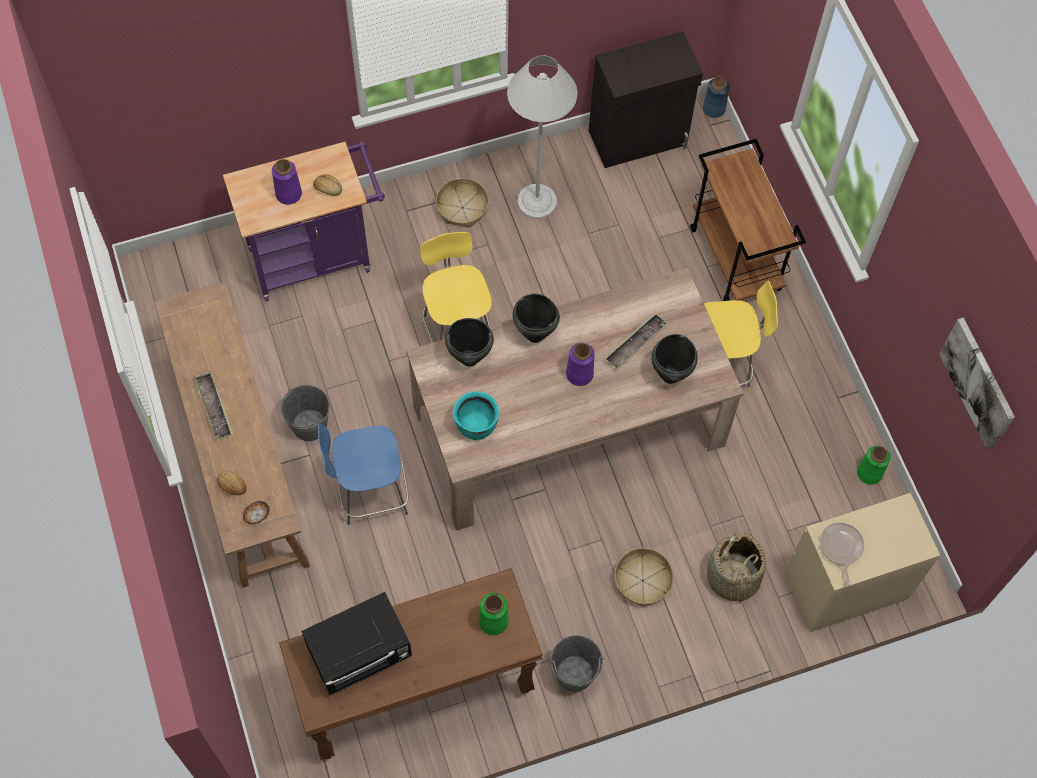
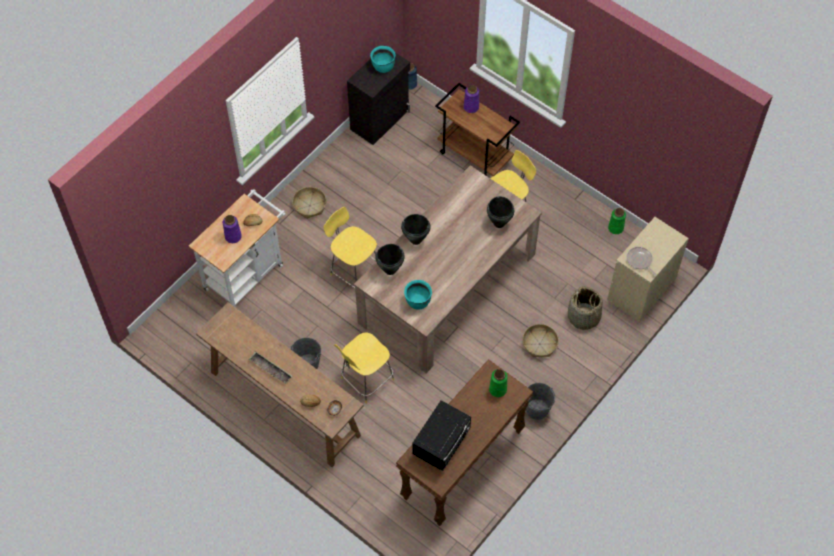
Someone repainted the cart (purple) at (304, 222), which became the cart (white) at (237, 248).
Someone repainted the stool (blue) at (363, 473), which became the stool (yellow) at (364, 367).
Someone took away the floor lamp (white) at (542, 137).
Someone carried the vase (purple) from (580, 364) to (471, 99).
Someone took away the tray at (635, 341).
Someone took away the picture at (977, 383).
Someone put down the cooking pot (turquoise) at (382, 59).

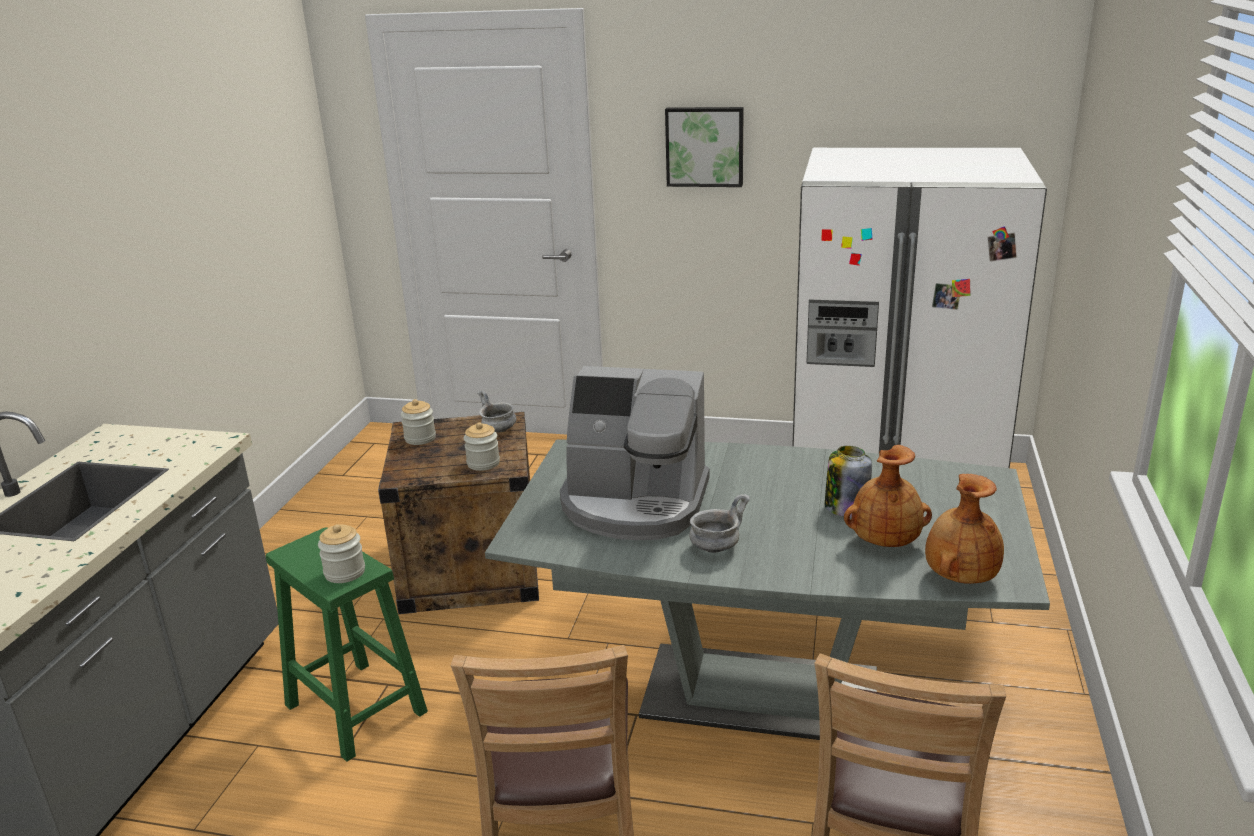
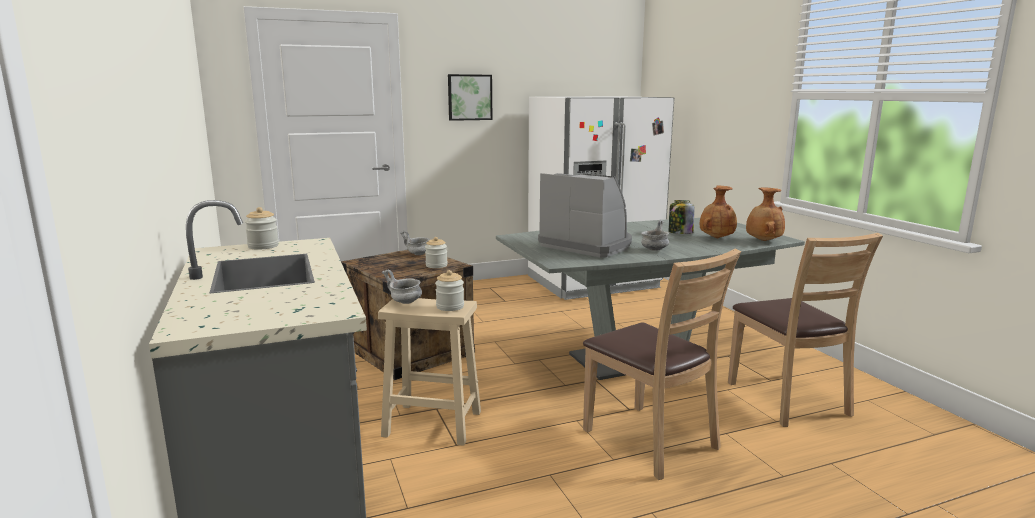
Someone repainted the stool (green) at (347, 644), which became the stool (beige) at (429, 372).
Someone carried the jar from (418, 422) to (262, 228).
Someone rotated the coffee machine at (635, 453) by 120 degrees counterclockwise.
Someone put down the bowl (grey) at (402, 286).

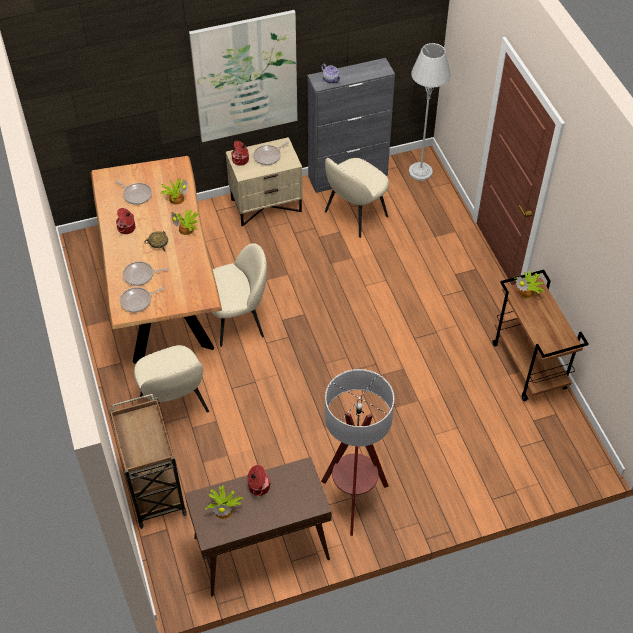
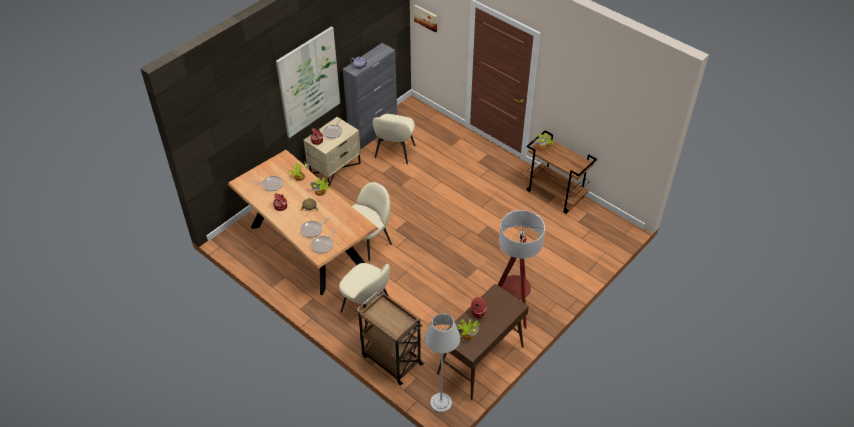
Someone carried the floor lamp (grey) from (430, 112) to (443, 363).
Someone put up the picture at (425, 18).

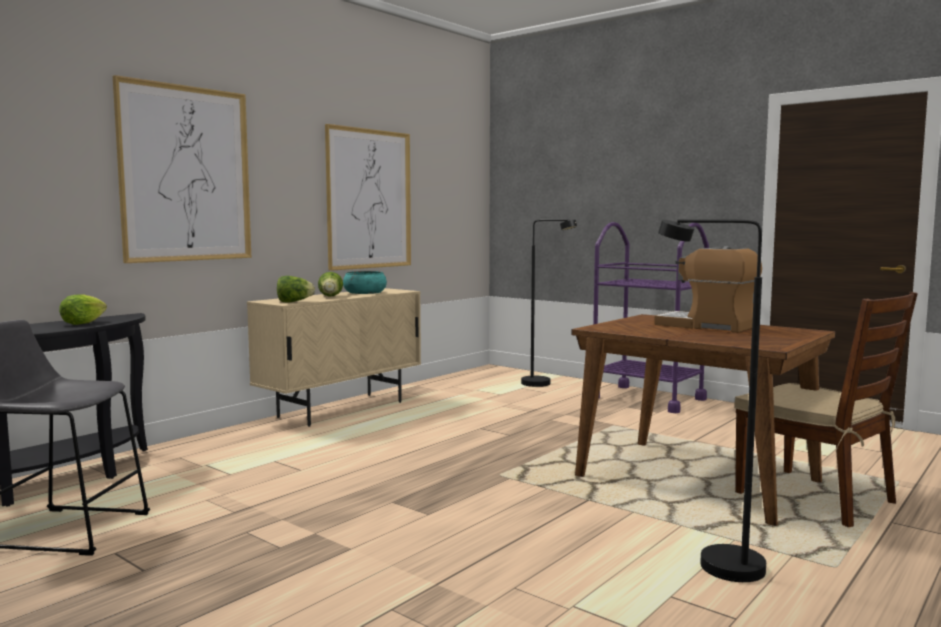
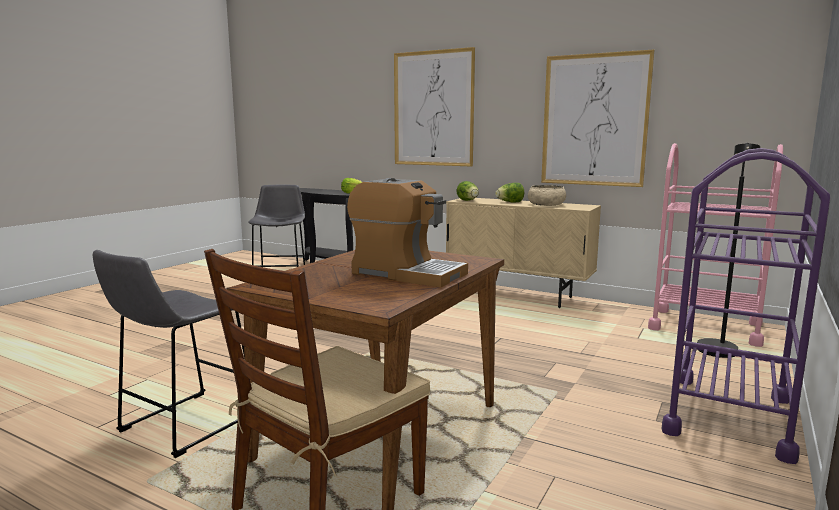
Someone repainted the bowl (turquoise) at (365, 282), which became the bowl (beige) at (547, 195).
Someone rotated the coffee machine at (708, 289) by 90 degrees clockwise.
Someone swapped the floor lamp (black) at (712, 400) for the stool (grey) at (168, 354).
Someone put down the cart (pink) at (715, 245).

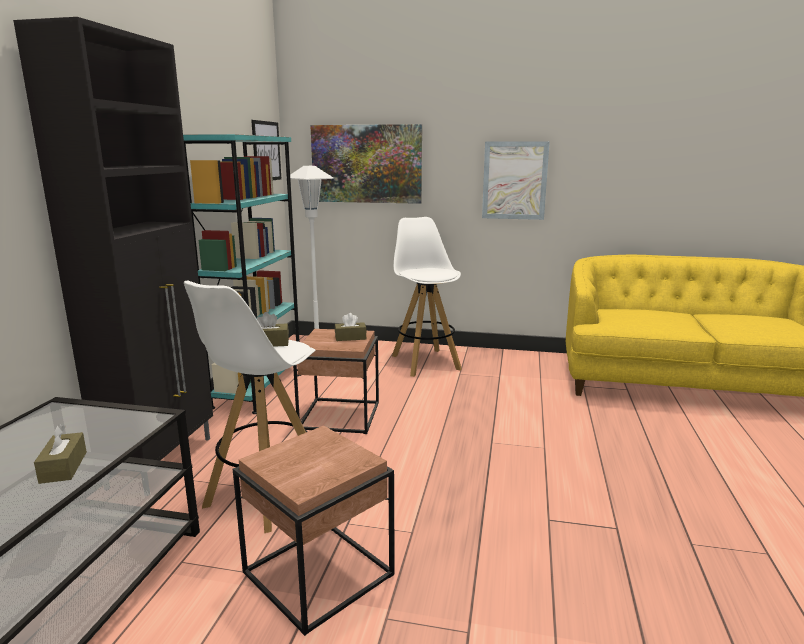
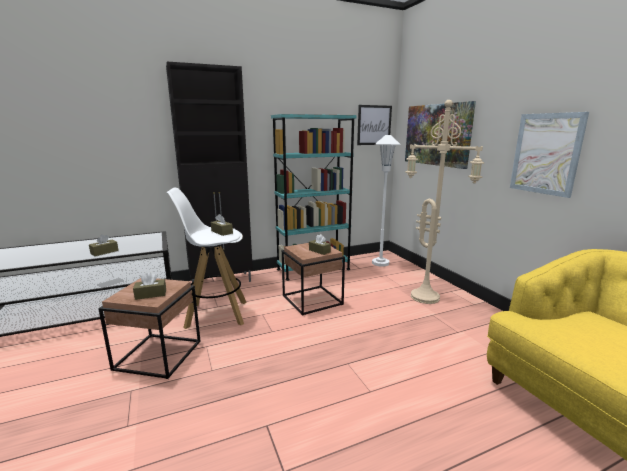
Someone swapped the stool (white) at (427, 297) for the floor lamp (beige) at (444, 202).
Someone put down the tissue box (brown) at (149, 286).

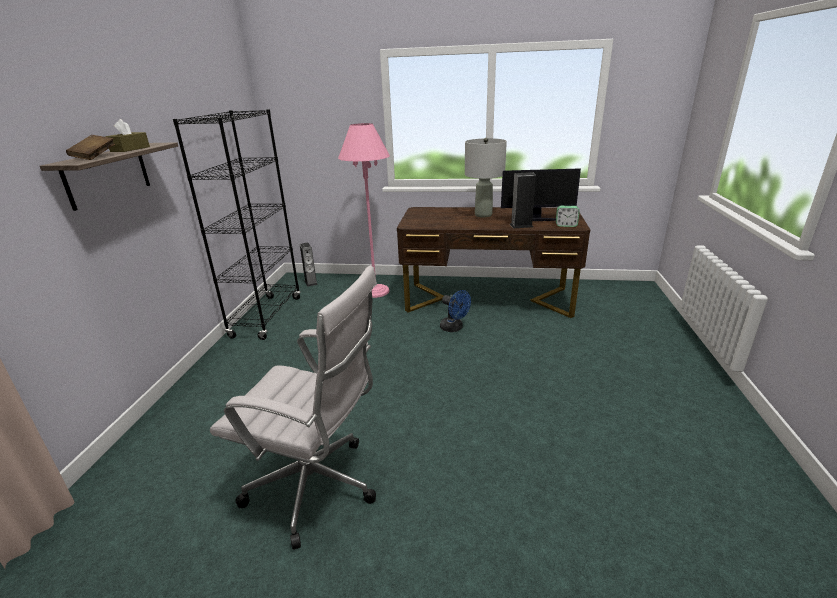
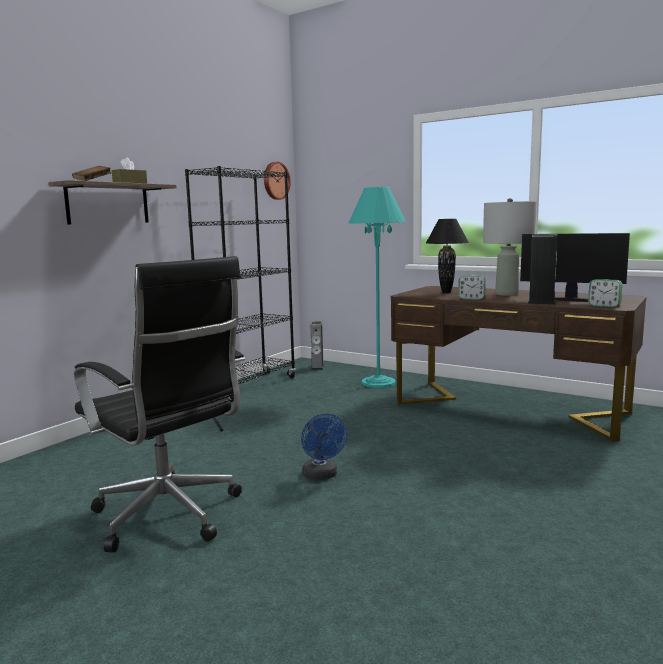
Someone repainted the office chair (white) at (293, 408), which became the office chair (black) at (159, 404).
Someone repainted the floor lamp (pink) at (364, 210), which became the floor lamp (turquoise) at (377, 287).
Someone carried the fan (blue) from (455, 311) to (324, 446).
Someone put up the wall clock at (277, 181).
Someone put down the table lamp (black) at (447, 256).
Someone put down the alarm clock at (471, 287).

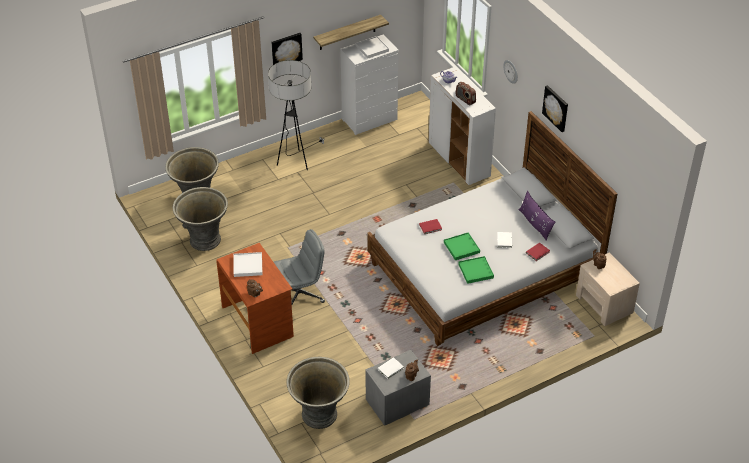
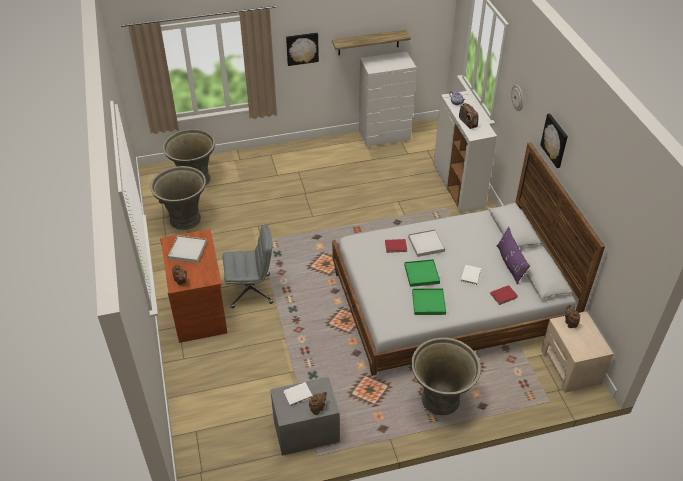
Someone took away the floor lamp at (296, 115).
Someone carried the planter (grey) from (318, 393) to (446, 376).
Someone carried the tray (white) from (372, 47) to (426, 243).

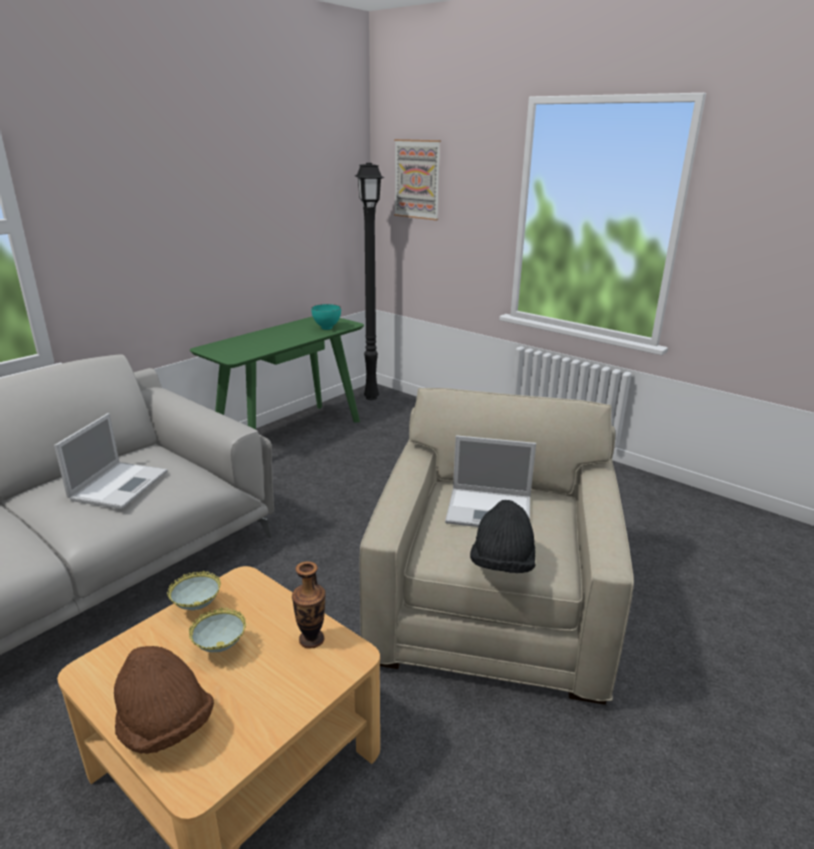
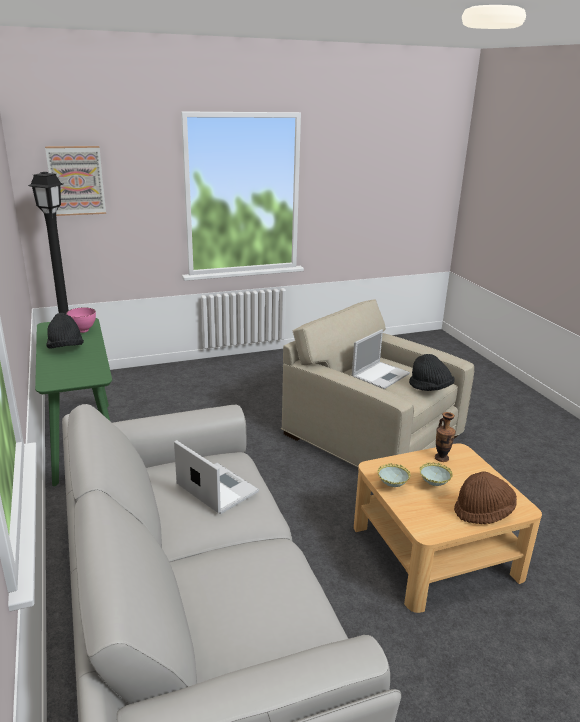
Someone repainted the bowl (turquoise) at (326, 317), which became the bowl (pink) at (81, 320).
Someone put down the hat (black) at (65, 331).

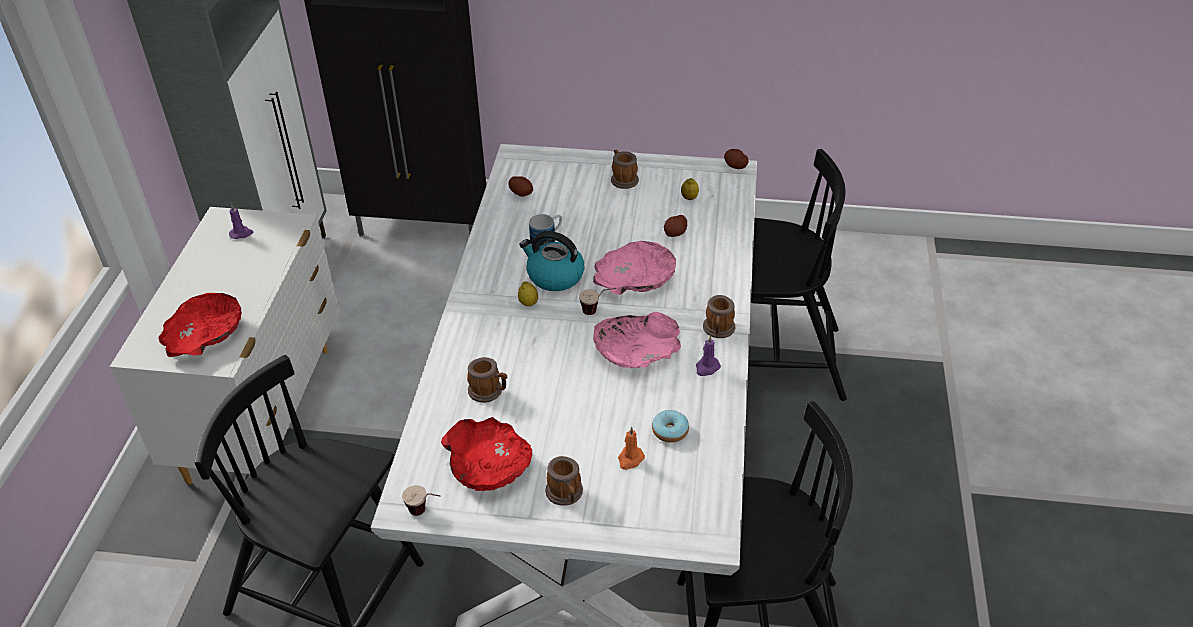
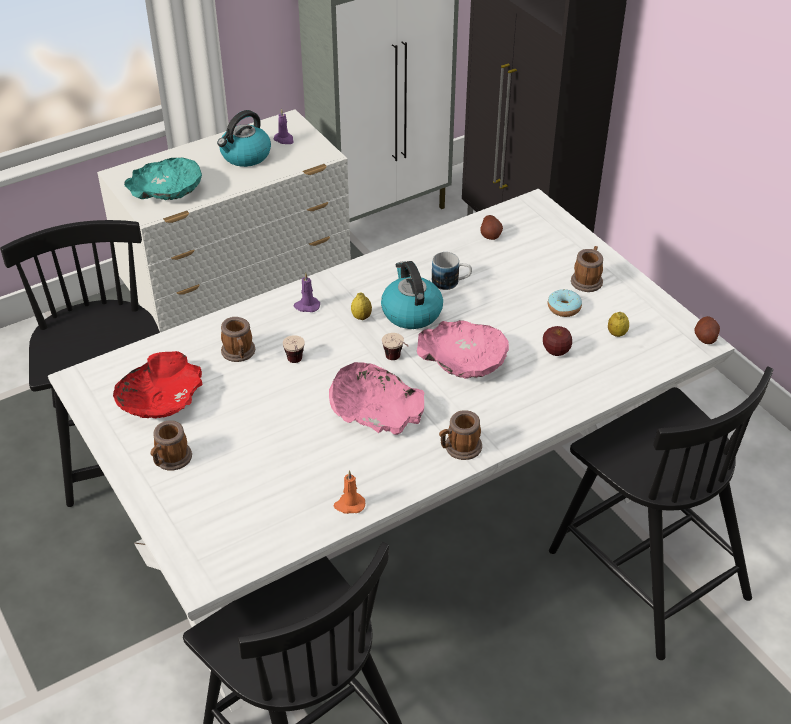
Someone repainted the bowl (red) at (200, 325), which became the bowl (turquoise) at (163, 179).
Someone carried the cup from (421, 500) to (294, 349).
Someone carried the candle (orange) from (631, 448) to (349, 492).
Someone carried the donut from (670, 426) to (565, 303).
Someone swapped the potato at (675, 226) for the apple at (557, 341).
Someone carried the candle (purple) from (708, 355) to (306, 292).
Someone put down the kettle at (244, 138).

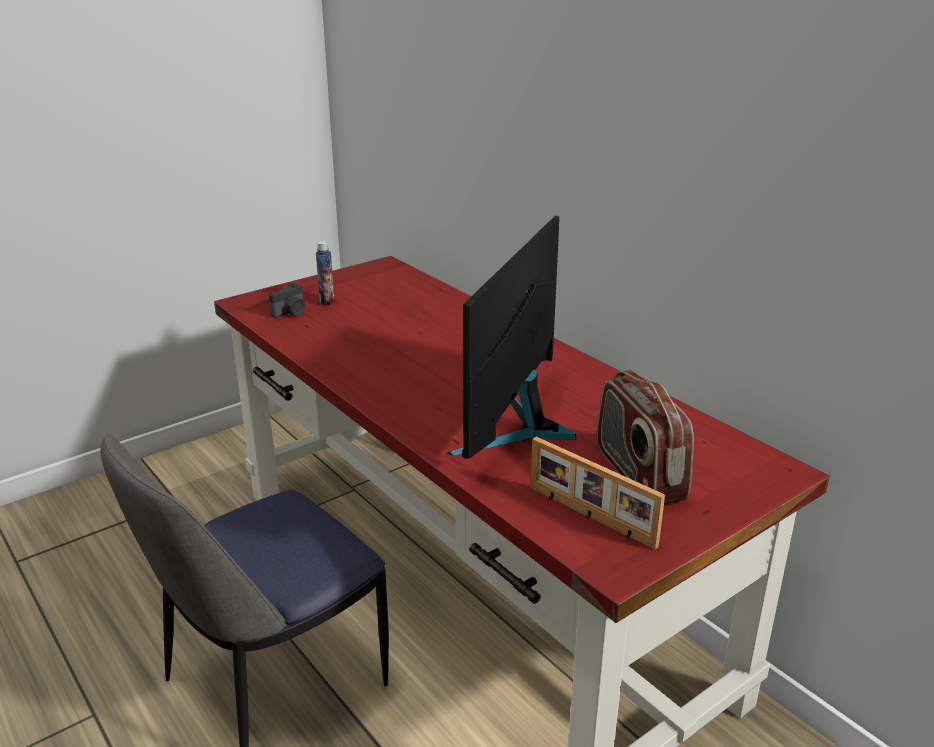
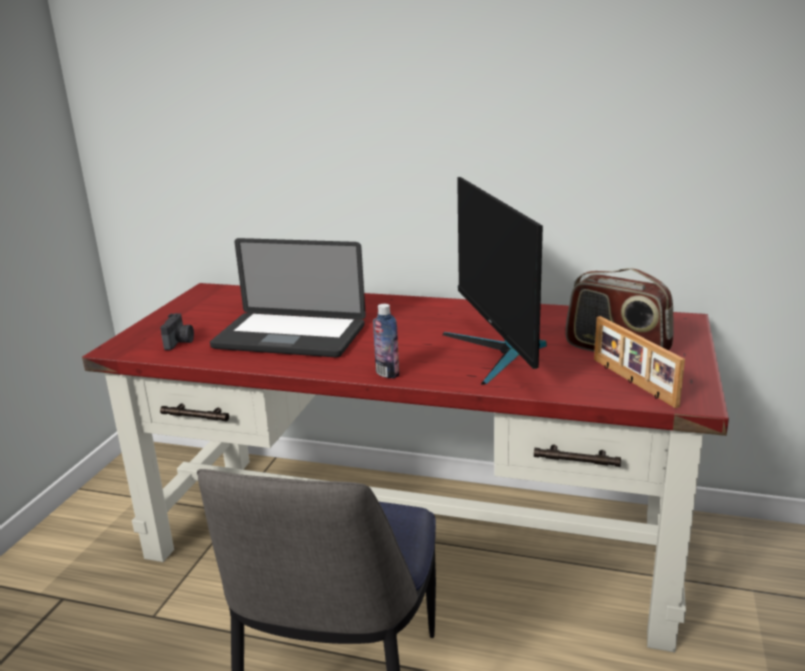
Someone carried the bottle from (325, 273) to (386, 341).
Someone rotated the picture frame at (597, 493) by 60 degrees clockwise.
Someone put down the laptop at (288, 297).

